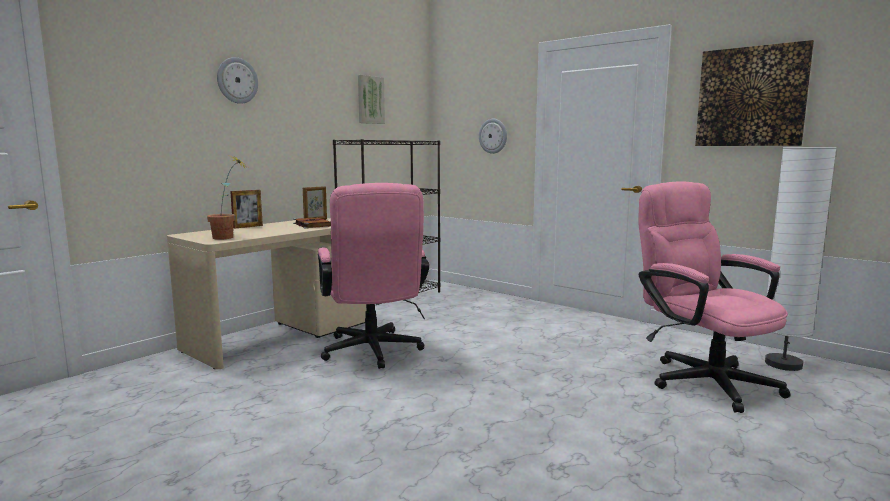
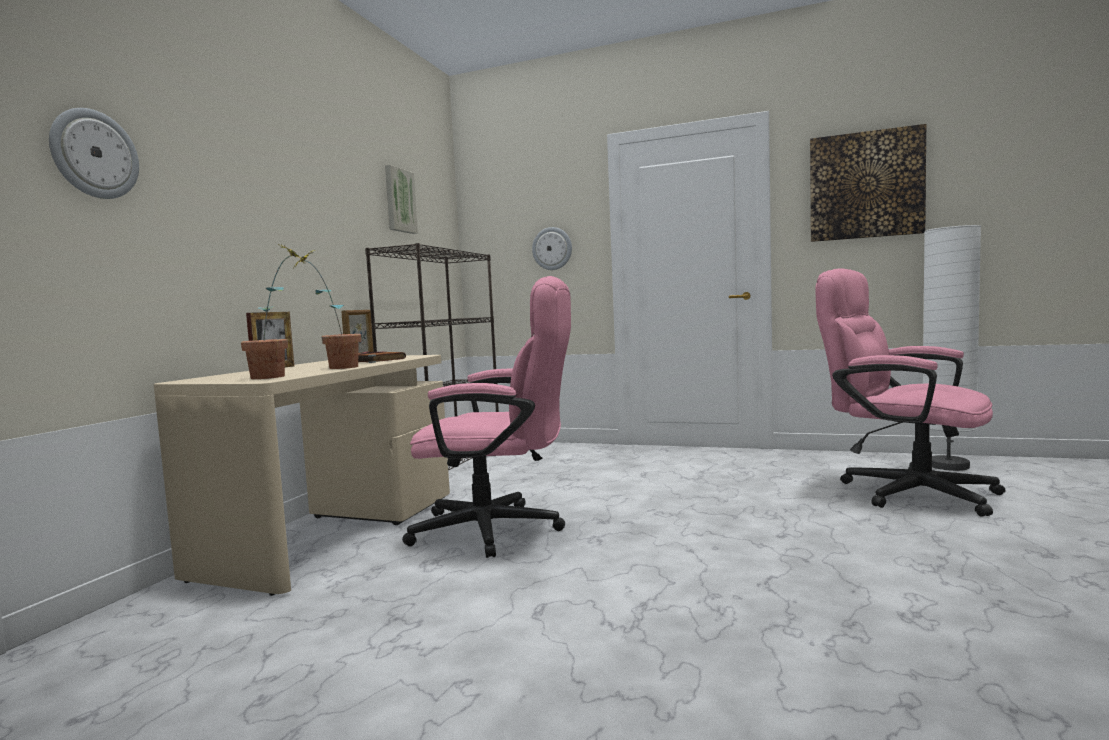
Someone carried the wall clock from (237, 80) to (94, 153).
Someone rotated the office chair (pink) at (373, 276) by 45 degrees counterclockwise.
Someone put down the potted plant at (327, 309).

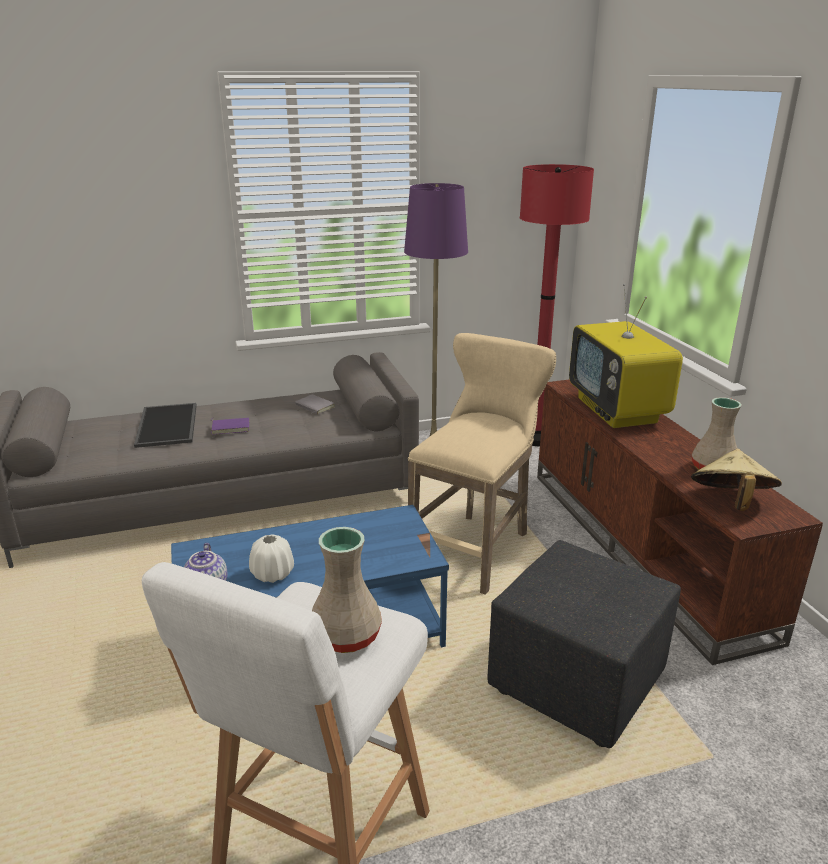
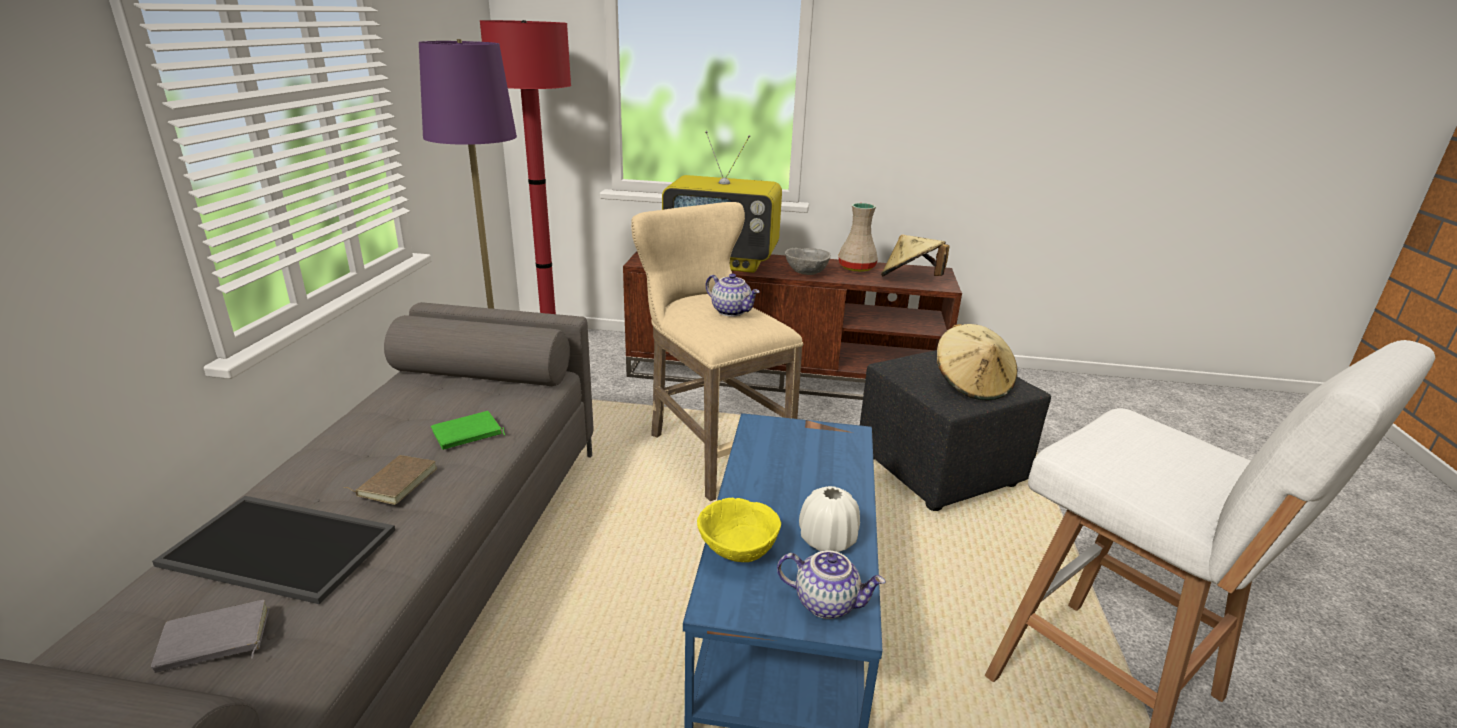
Someone repainted the book (purple) at (230, 426), which became the book (brown) at (390, 480).
Someone carried the book (grey) from (315, 404) to (210, 636).
Someone took away the vase (beige) at (347, 590).
Someone put down the book (green) at (468, 430).
Someone put down the bowl (yellow) at (739, 530).
Someone put down the teapot at (733, 295).
Someone put down the bowl (grey) at (808, 261).
Someone put down the hat (beige) at (977, 362).

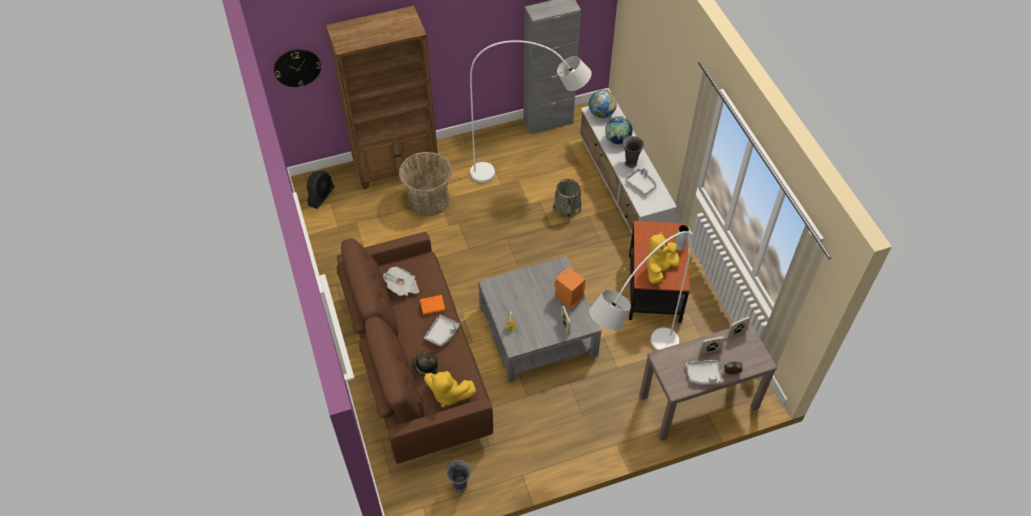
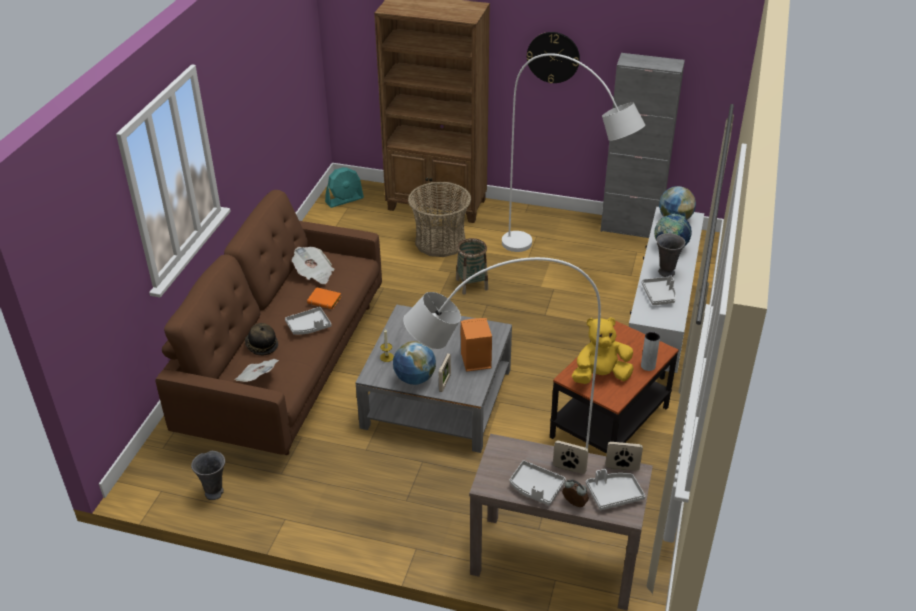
Someone carried the wall clock from (297, 68) to (553, 57).
Someone repainted the fan (black) at (321, 190), which became the fan (turquoise) at (344, 187).
Someone swapped the plush toy (yellow) at (450, 389) for the newspaper at (256, 370).
Someone carried the basket from (566, 201) to (472, 266).
Someone put down the globe at (414, 363).
Someone put down the tray (grey) at (615, 489).

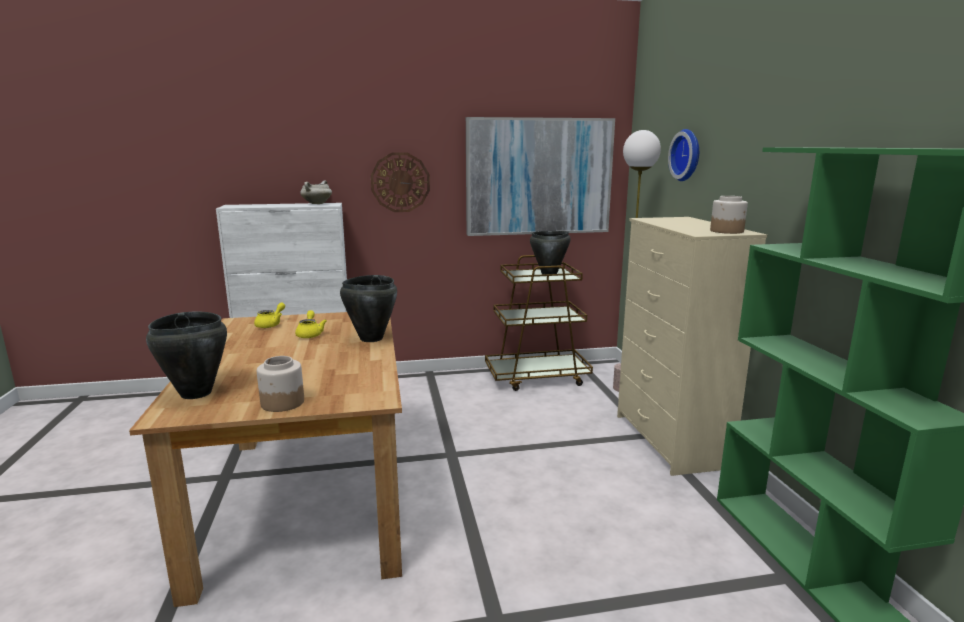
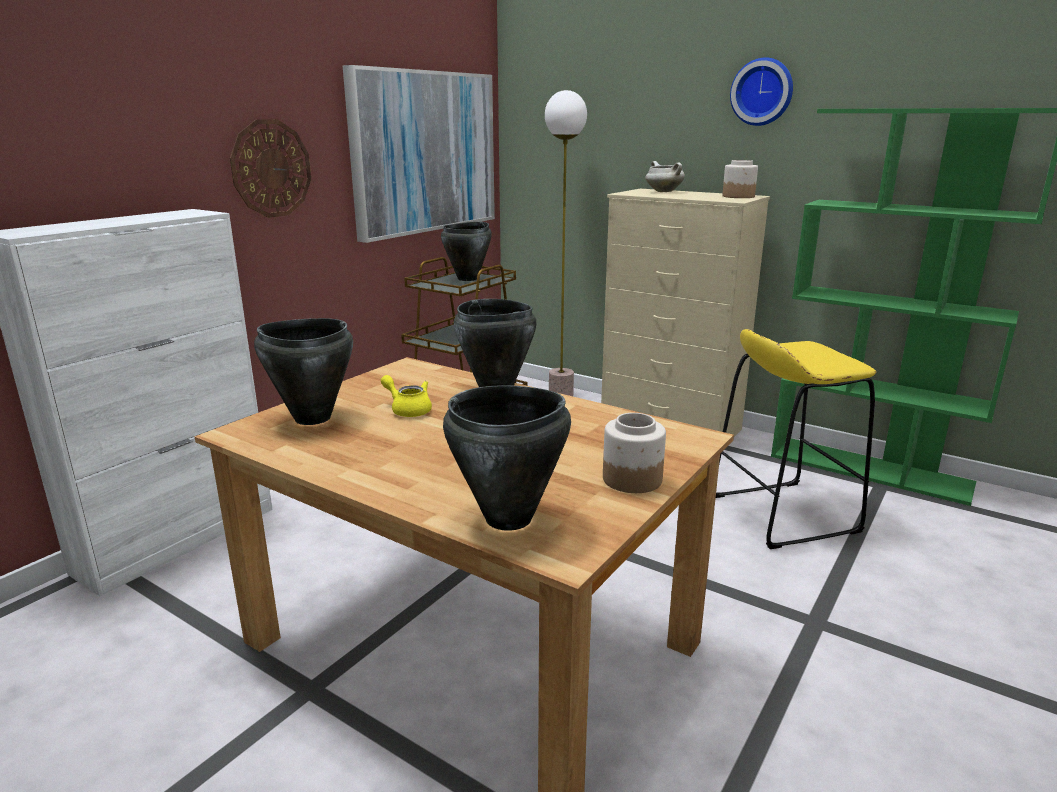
Someone swapped the teapot (yellow) at (269, 315) for the cooking pot (black) at (303, 371).
Someone carried the cooking pot (white) from (316, 192) to (665, 176).
Someone carried the wall clock from (683, 155) to (761, 91).
Someone put down the stool (yellow) at (796, 439).

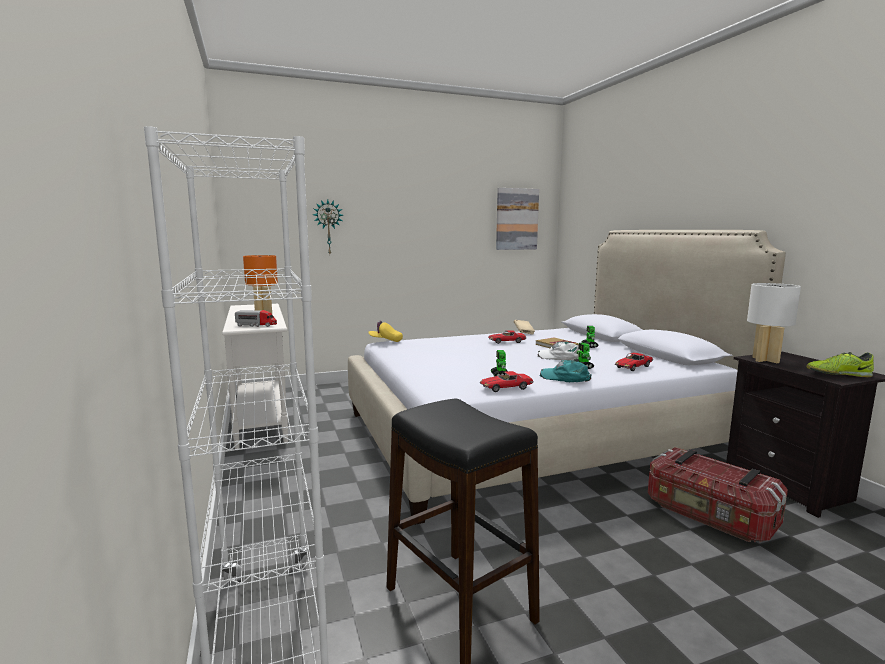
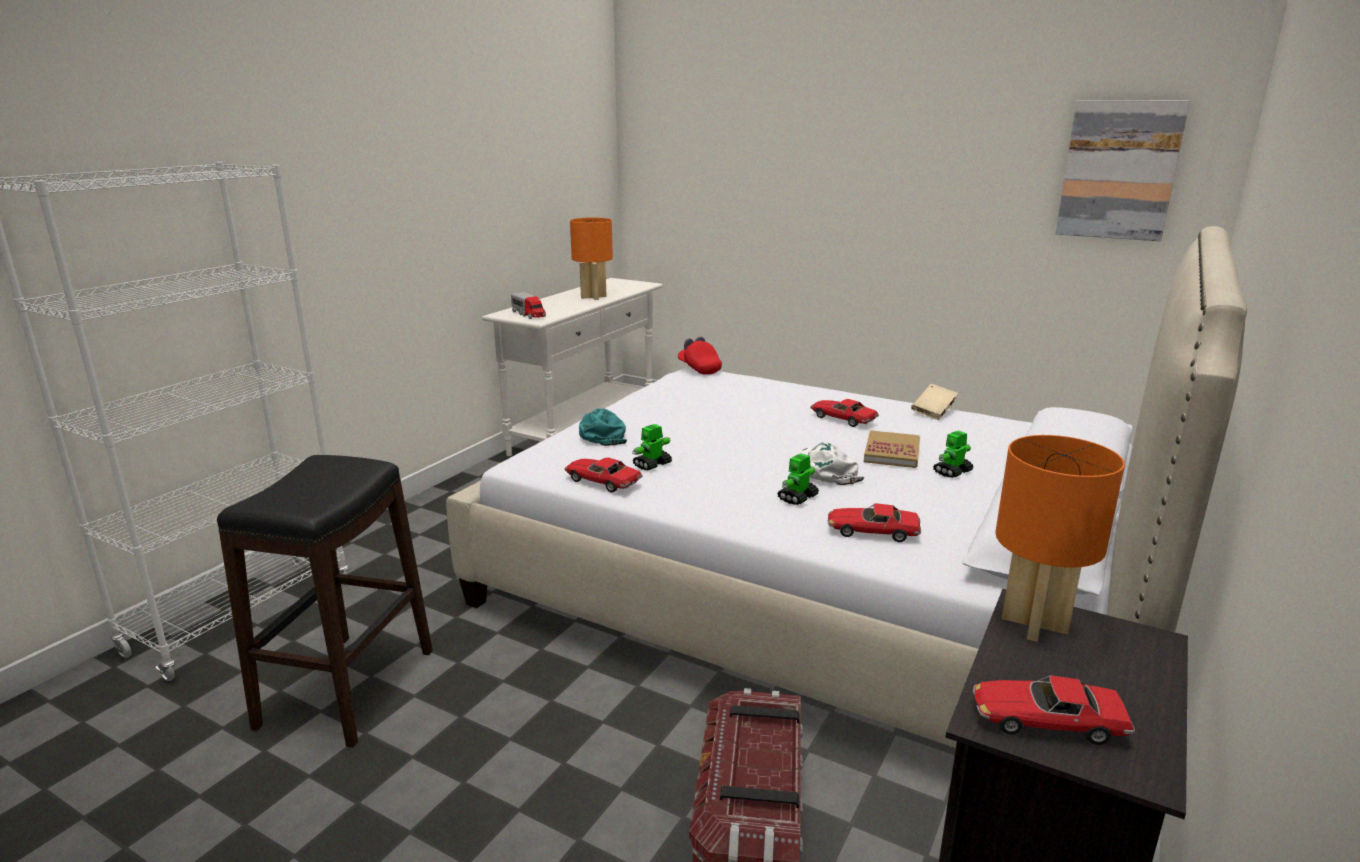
Someone took away the wall clock at (328, 227).
Someone repainted the cap (yellow) at (385, 331), which became the cap (red) at (700, 356).
Someone carried the cap (turquoise) from (566, 371) to (603, 427).
Someone repainted the table lamp (white) at (774, 323), which became the table lamp (orange) at (1060, 538).
Someone swapped the shoe at (840, 364) for the toy car at (1054, 710).

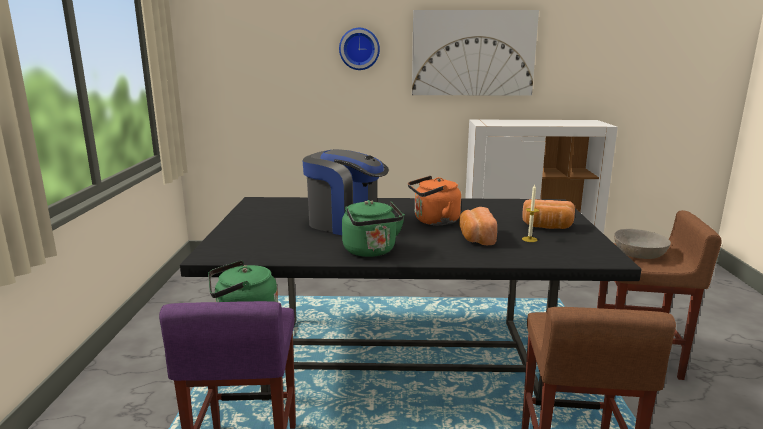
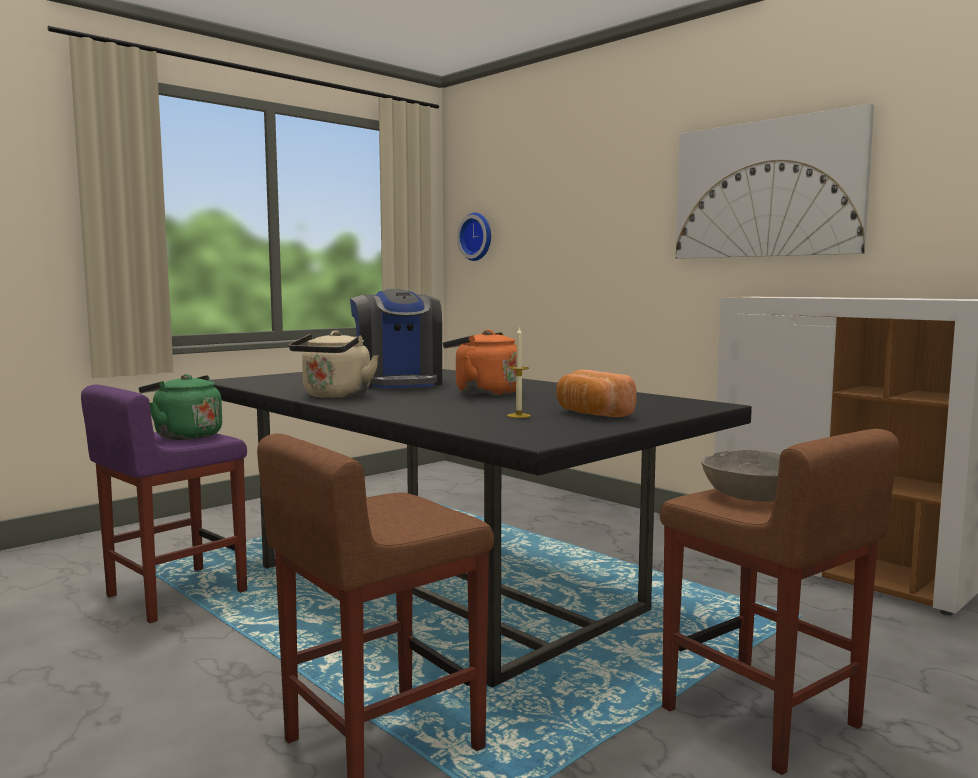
Someone carried the wall clock from (359, 49) to (474, 237).
Someone repainted the kettle (green) at (373, 228), which became the kettle (beige) at (334, 364).
Someone took away the bread at (478, 226).

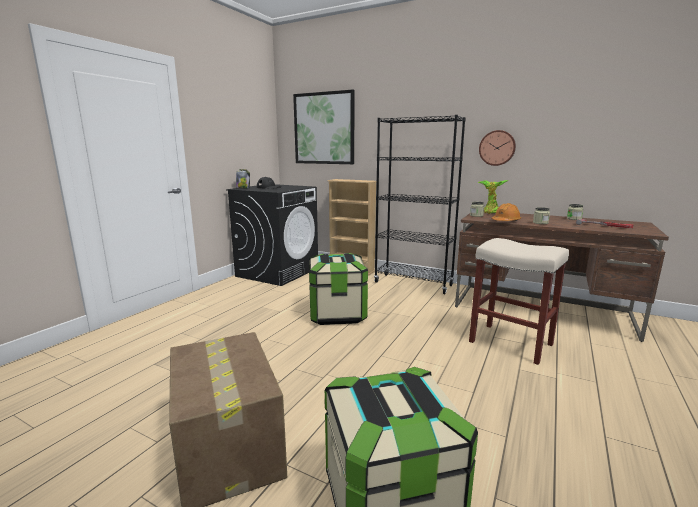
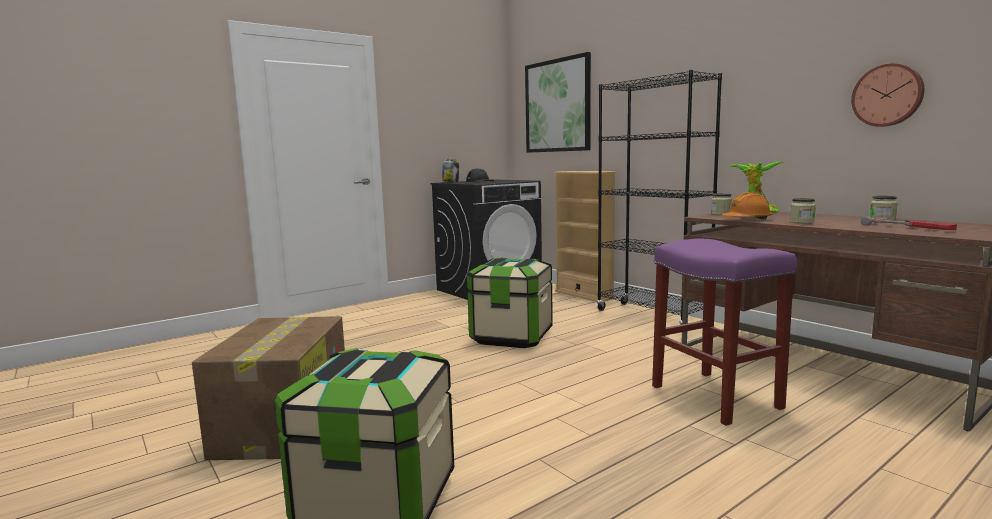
Someone repainted the stool (beige) at (519, 301), which became the stool (purple) at (724, 332).
Someone carried the wall clock from (497, 148) to (887, 95).

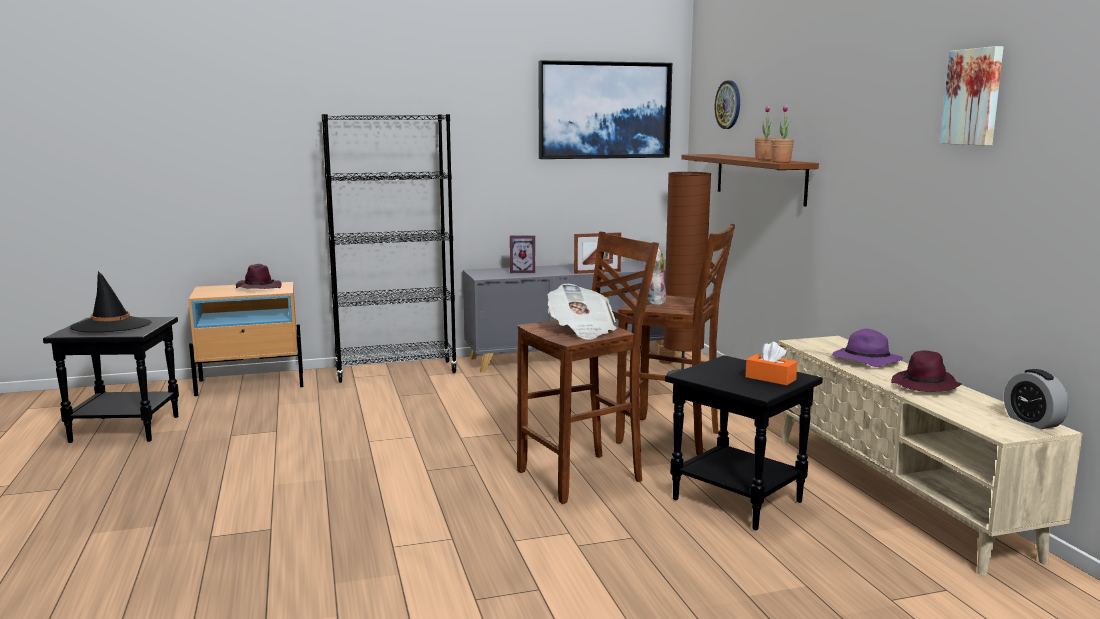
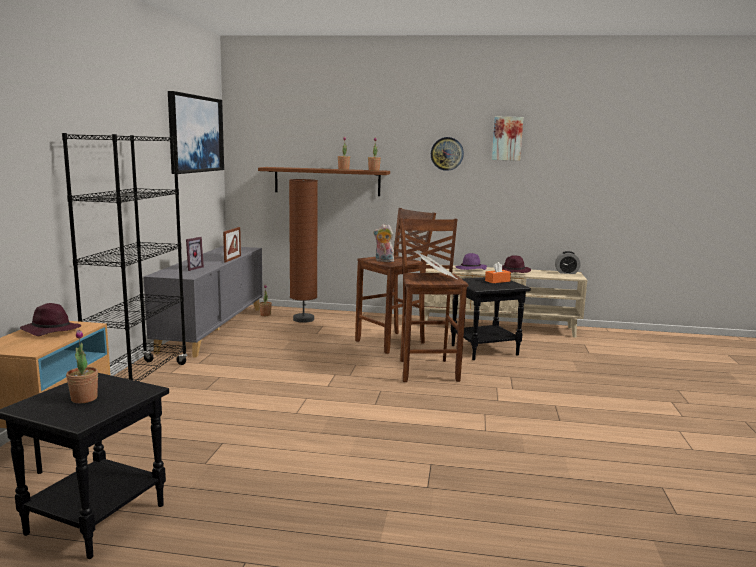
Someone swapped the hat (black) at (111, 301) for the potted plant at (82, 366).
Someone carried the wall clock from (727, 105) to (447, 154).

